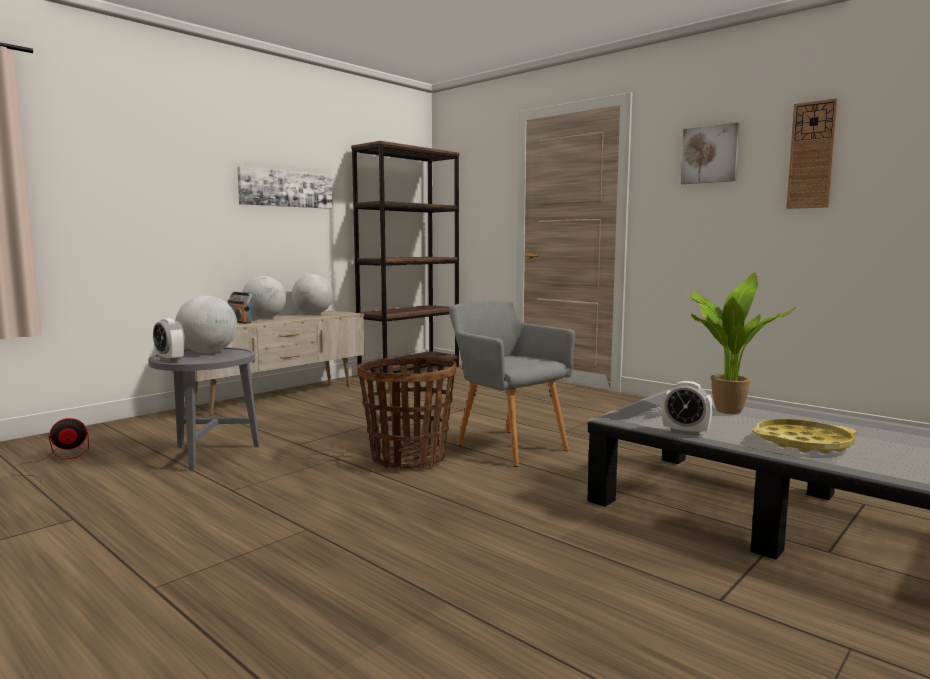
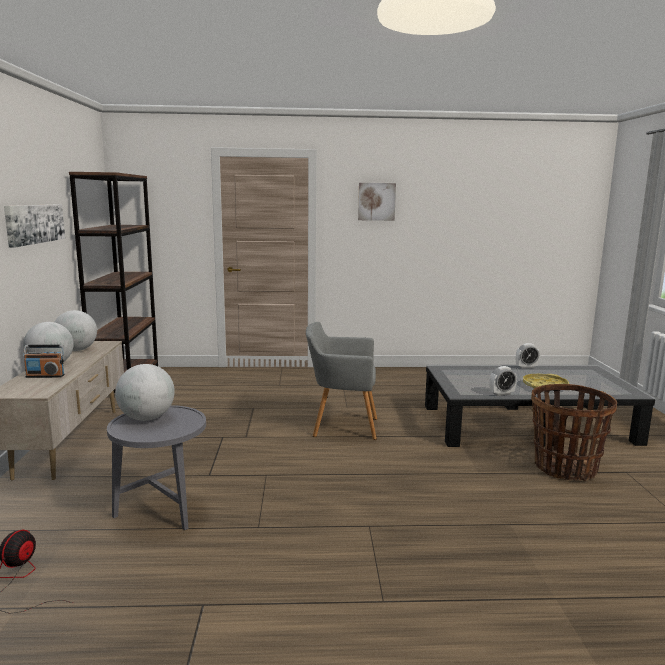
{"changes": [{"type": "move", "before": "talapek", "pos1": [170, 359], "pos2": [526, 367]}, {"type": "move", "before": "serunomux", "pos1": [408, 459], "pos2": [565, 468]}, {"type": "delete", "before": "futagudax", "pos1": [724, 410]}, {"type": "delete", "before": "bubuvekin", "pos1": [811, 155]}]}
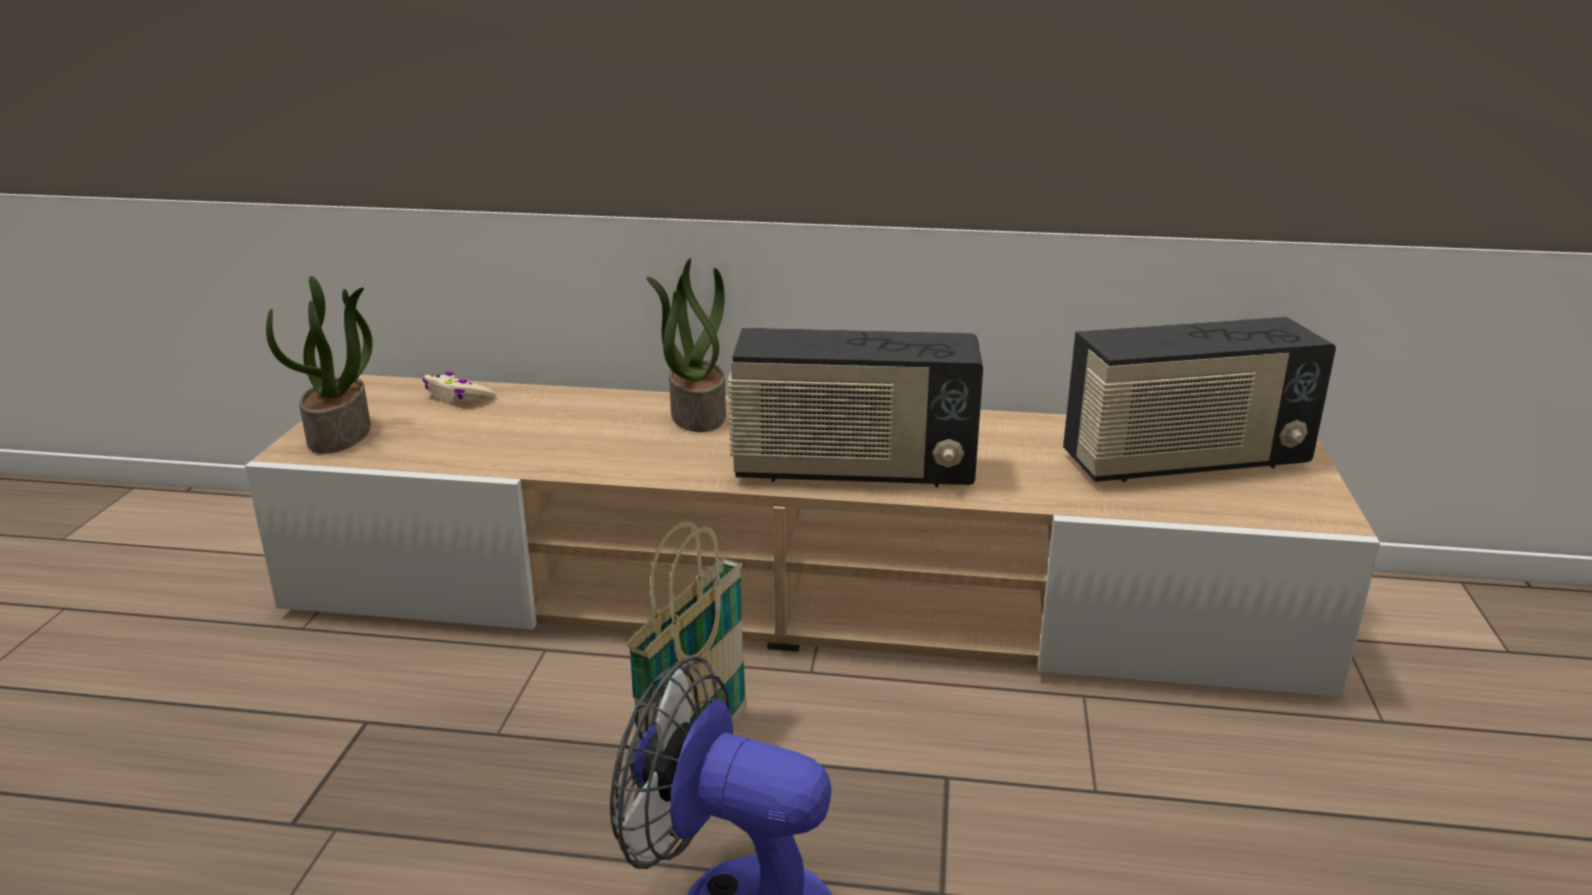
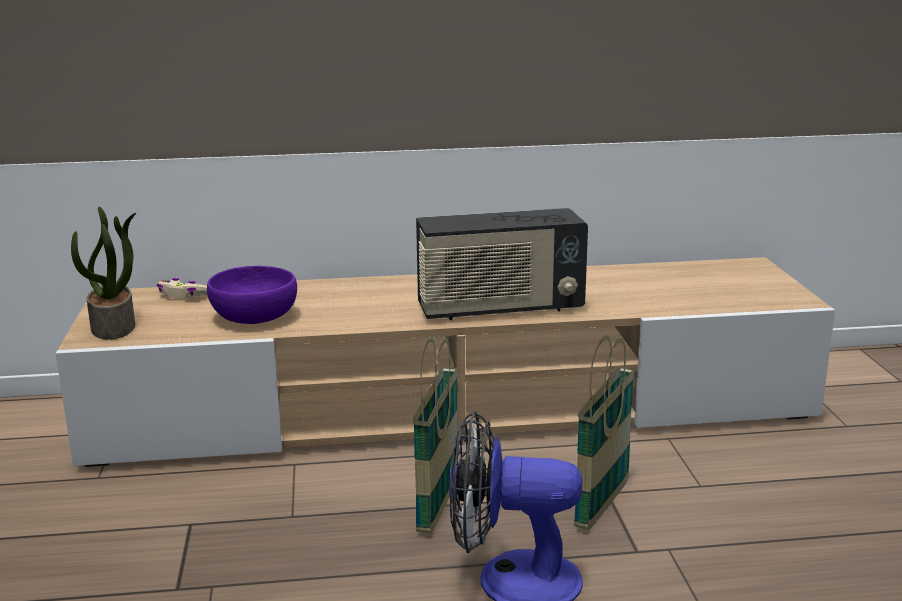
{"changes": [{"type": "insert", "after": "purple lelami", "pos2": [253, 317]}, {"type": "insert", "after": "serunomux", "pos2": [602, 504]}, {"type": "delete", "before": "futagudax", "pos1": [696, 414]}, {"type": "delete", "before": "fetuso", "pos1": [1184, 463]}]}
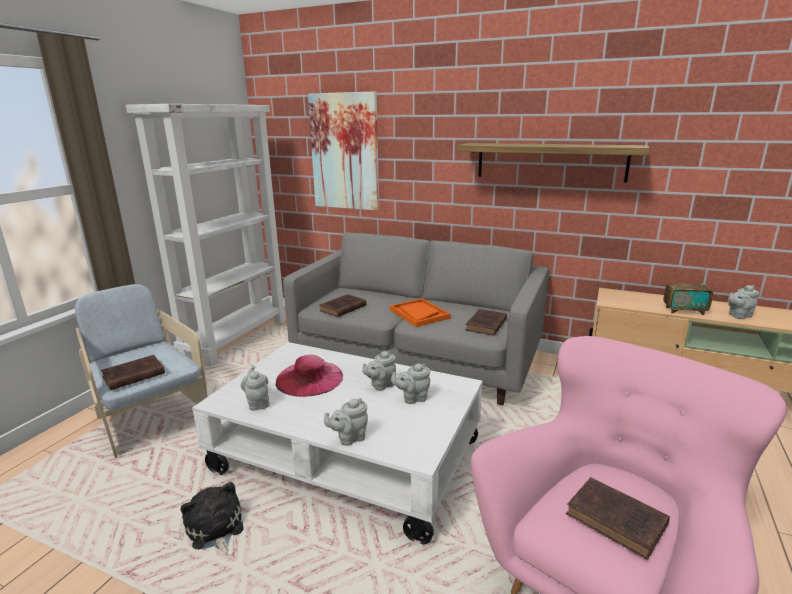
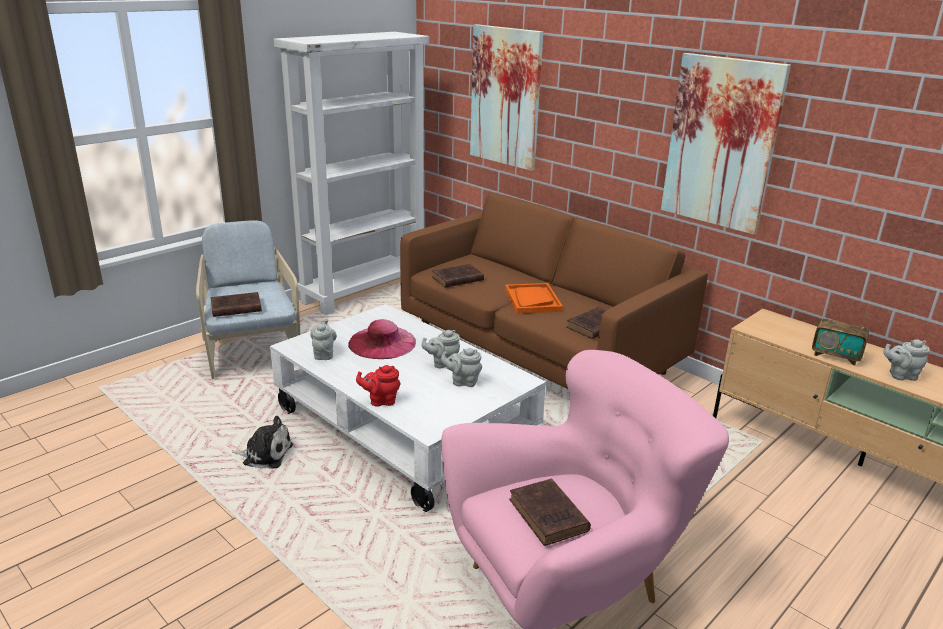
{"changes": [{"type": "rotate", "before": "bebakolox", "pos1": [215, 530], "pos2": [265, 454], "turn": 105}, {"type": "recolor", "before": "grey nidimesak", "after": "red nidimesak", "pos1": [349, 438], "pos2": [381, 401]}, {"type": "recolor", "before": "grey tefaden", "after": "brown tefaden", "pos1": [418, 359], "pos2": [539, 352]}, {"type": "replace", "before": "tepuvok", "after": "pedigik", "pos1": [550, 161], "pos2": [721, 143]}]}
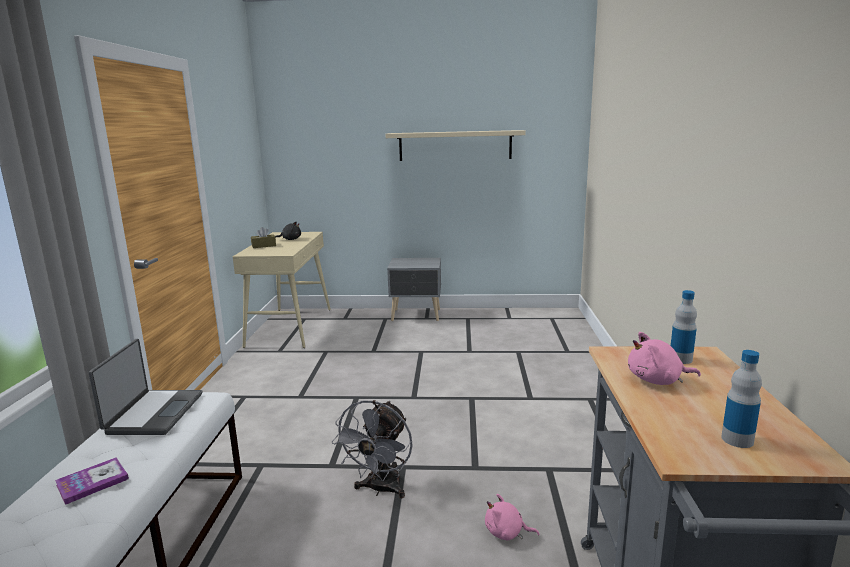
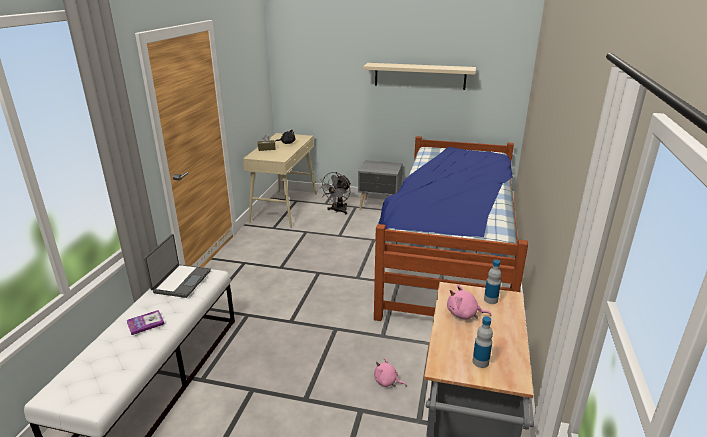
{"changes": [{"type": "move", "before": "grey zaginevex", "pos1": [380, 489], "pos2": [338, 211]}, {"type": "insert", "after": "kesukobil", "pos2": [448, 256]}]}
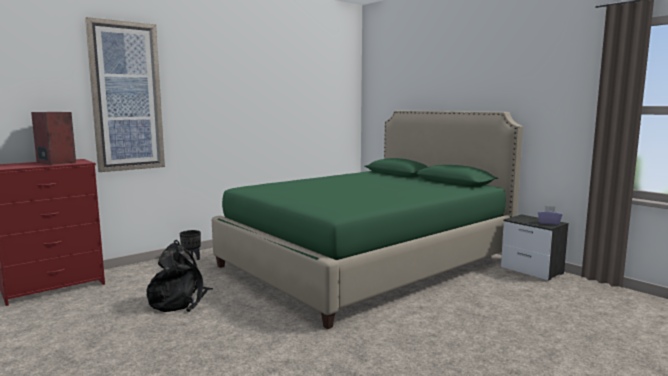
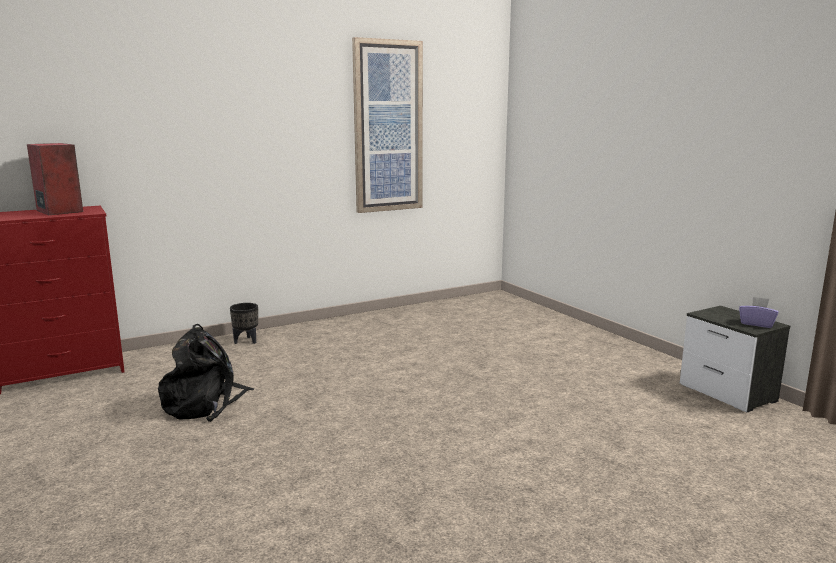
{"changes": [{"type": "move", "before": "pedigik", "pos1": [126, 97], "pos2": [388, 127]}, {"type": "delete", "before": "green kesukobil", "pos1": [367, 263]}]}
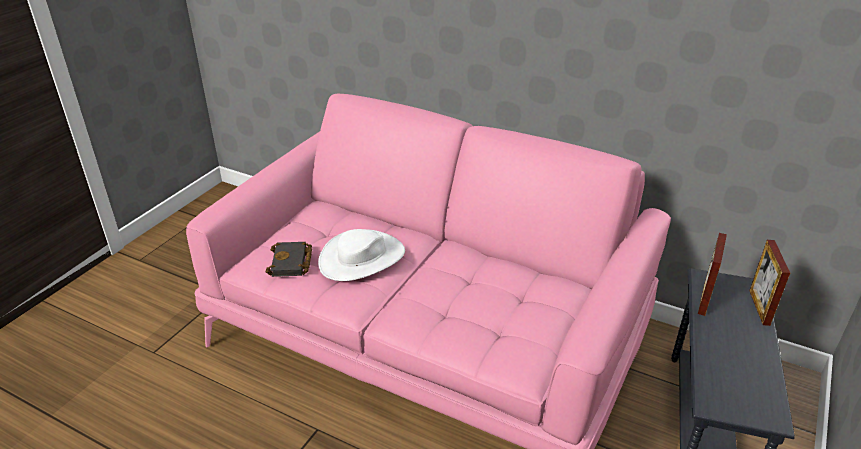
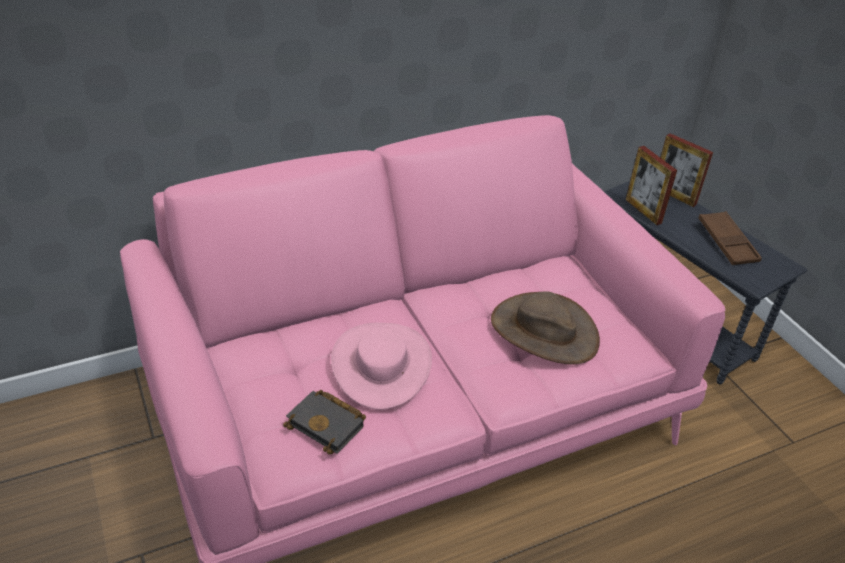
{"changes": [{"type": "recolor", "before": "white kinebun", "after": "pink kinebun", "pos1": [362, 258], "pos2": [382, 365]}, {"type": "insert", "after": "brown kinebun", "pos2": [543, 331]}, {"type": "insert", "after": "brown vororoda", "pos2": [727, 242]}]}
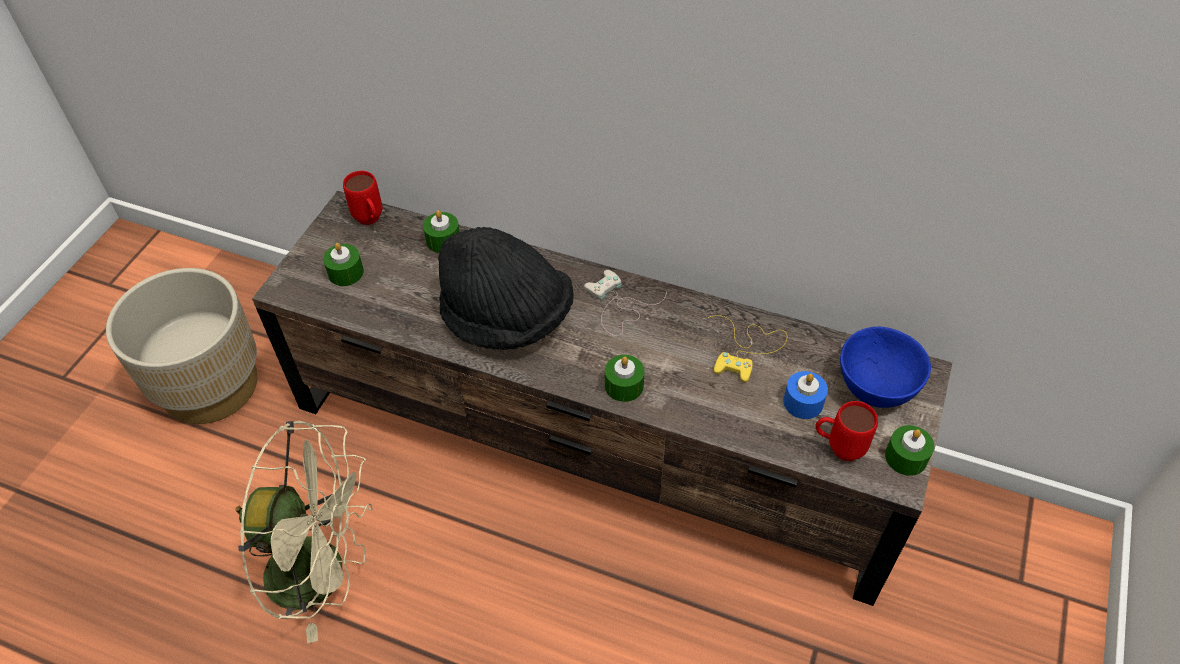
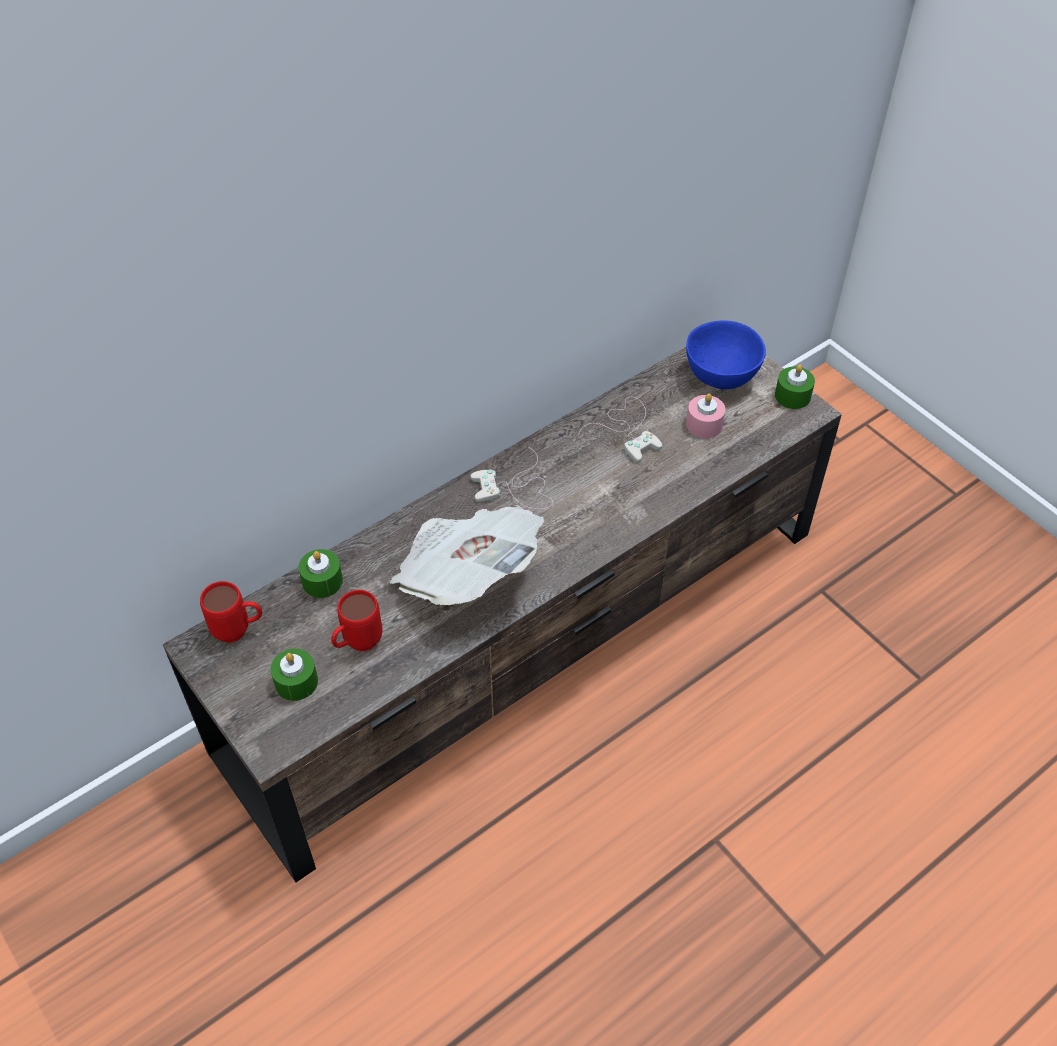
{"changes": [{"type": "move", "before": "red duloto", "pos1": [838, 448], "pos2": [357, 645]}, {"type": "replace", "before": "black kinebun", "after": "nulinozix", "pos1": [507, 318], "pos2": [466, 575]}, {"type": "recolor", "before": "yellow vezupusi", "after": "white vezupusi", "pos1": [747, 349], "pos2": [627, 429]}, {"type": "recolor", "before": "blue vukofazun", "after": "pink vukofazun", "pos1": [803, 402], "pos2": [704, 425]}, {"type": "delete", "before": "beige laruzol", "pos1": [210, 385]}, {"type": "delete", "before": "beige zaginevex", "pos1": [324, 572]}, {"type": "delete", "before": "green vukofazun", "pos1": [624, 385]}]}
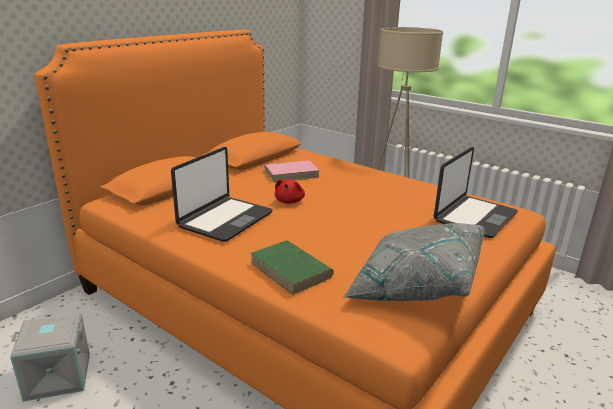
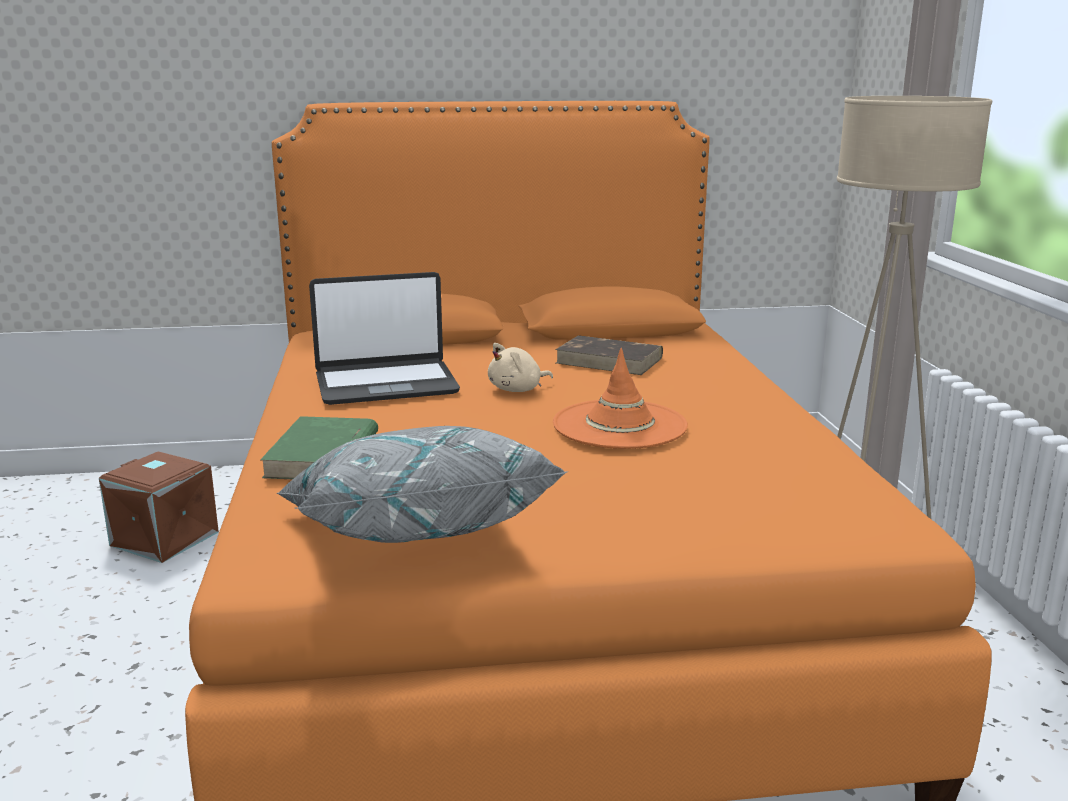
{"changes": [{"type": "recolor", "before": "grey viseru", "after": "brown viseru", "pos1": [57, 377], "pos2": [162, 539]}, {"type": "recolor", "before": "red bebakolox", "after": "beige bebakolox", "pos1": [290, 201], "pos2": [518, 390]}, {"type": "insert", "after": "orange kinebun", "pos2": [620, 425]}, {"type": "recolor", "before": "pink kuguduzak", "after": "brown kuguduzak", "pos1": [292, 174], "pos2": [610, 360]}, {"type": "delete", "before": "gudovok", "pos1": [474, 217]}]}
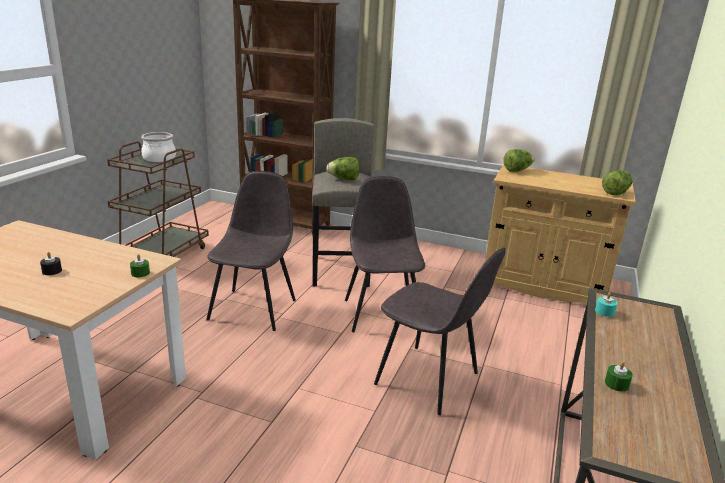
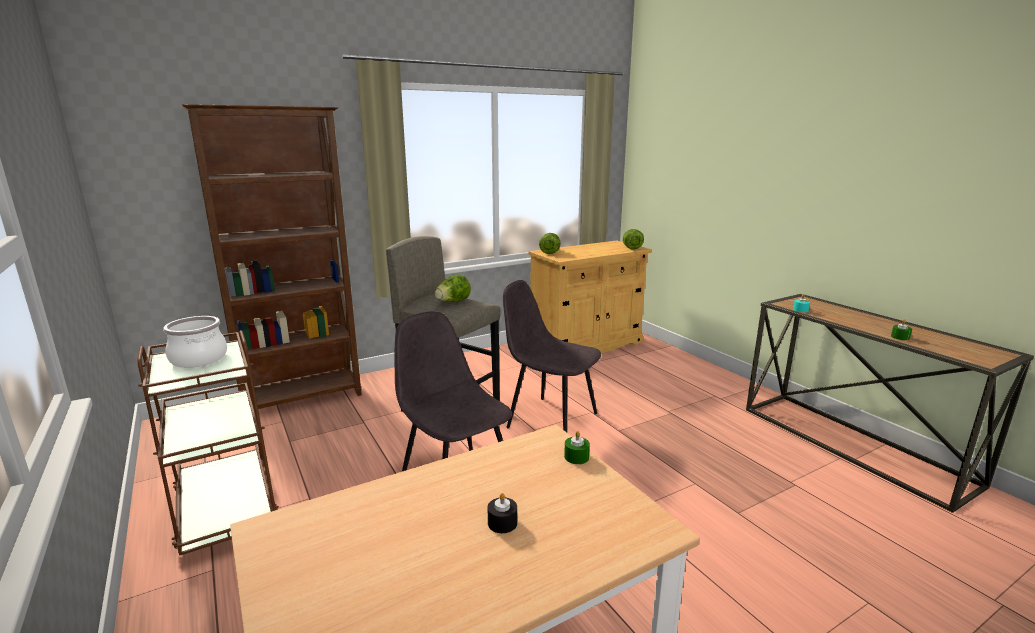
{"changes": [{"type": "delete", "before": "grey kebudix", "pos1": [429, 380]}]}
